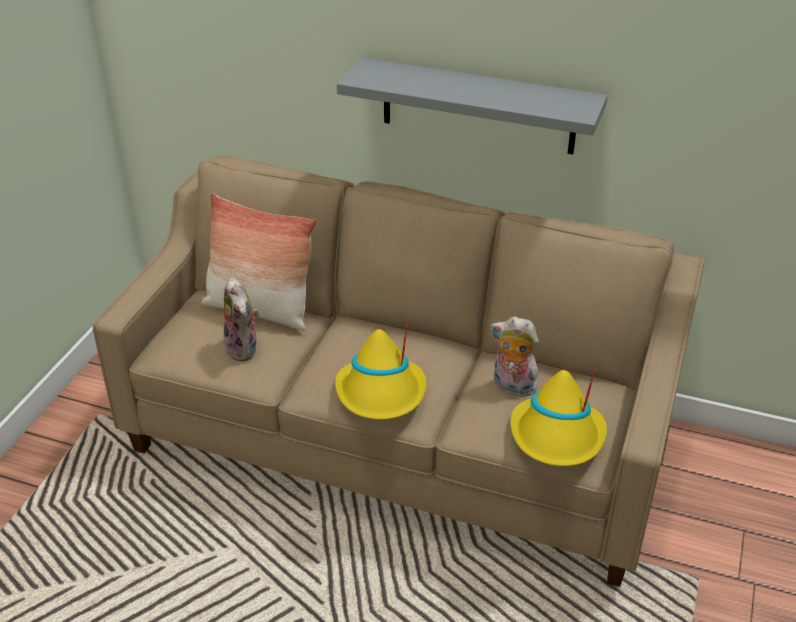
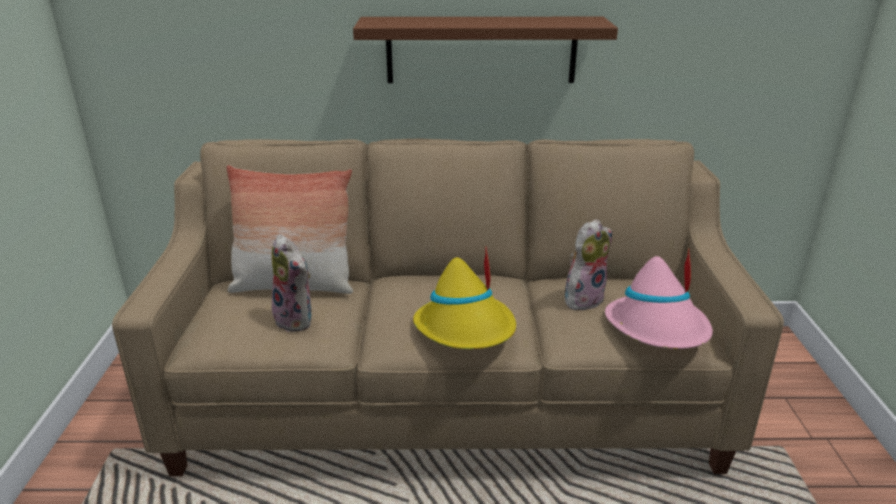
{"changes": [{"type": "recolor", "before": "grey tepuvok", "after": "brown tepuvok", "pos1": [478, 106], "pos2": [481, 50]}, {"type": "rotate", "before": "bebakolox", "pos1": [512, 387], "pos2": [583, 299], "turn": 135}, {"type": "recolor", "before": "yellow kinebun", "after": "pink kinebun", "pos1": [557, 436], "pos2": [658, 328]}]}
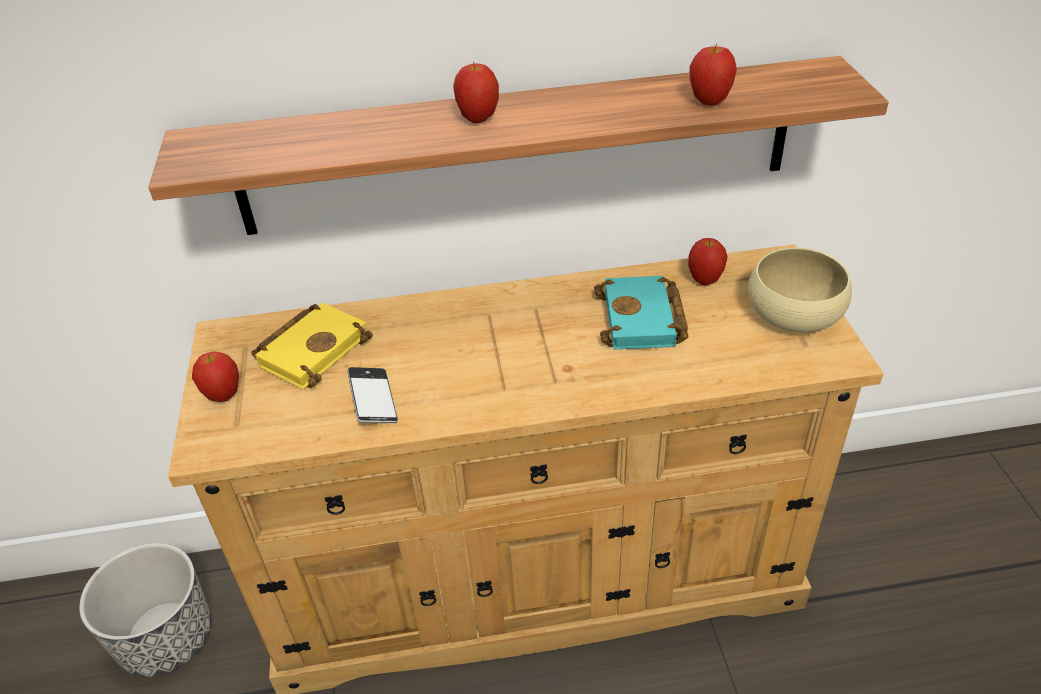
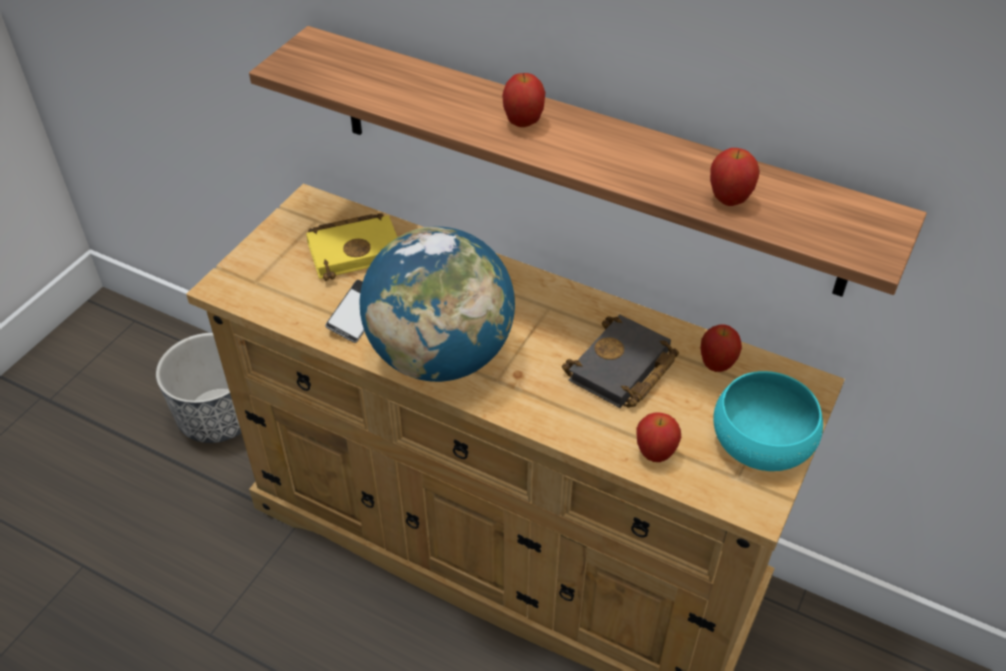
{"changes": [{"type": "insert", "after": "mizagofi", "pos2": [441, 356]}, {"type": "recolor", "before": "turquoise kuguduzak", "after": "black kuguduzak", "pos1": [643, 321], "pos2": [622, 371]}, {"type": "move", "before": "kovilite", "pos1": [223, 396], "pos2": [655, 454]}, {"type": "recolor", "before": "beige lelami", "after": "turquoise lelami", "pos1": [793, 312], "pos2": [761, 440]}]}
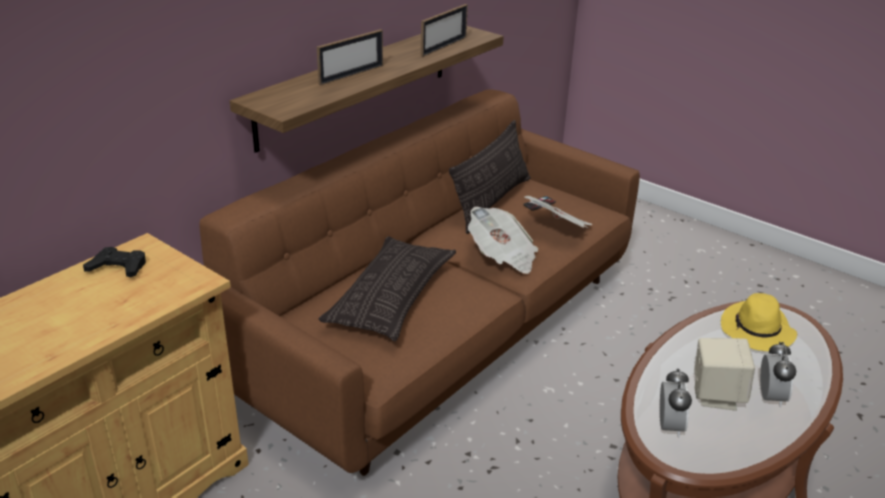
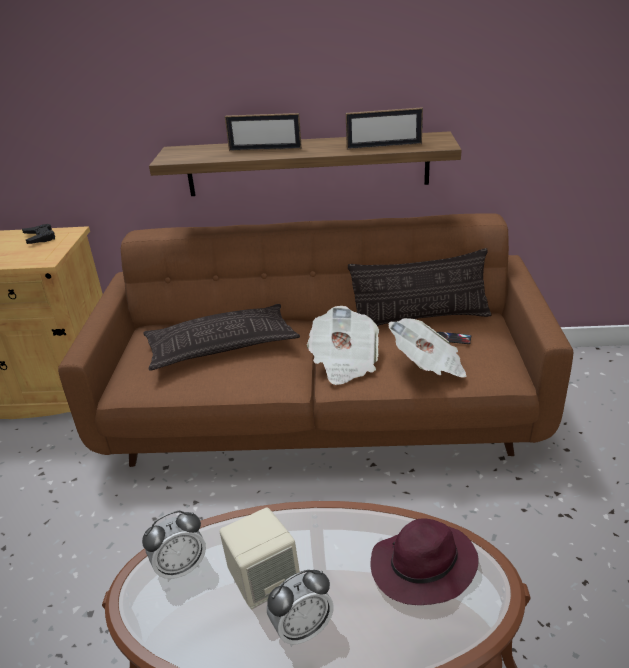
{"changes": [{"type": "recolor", "before": "yellow kinebun", "after": "purple kinebun", "pos1": [757, 331], "pos2": [422, 568]}]}
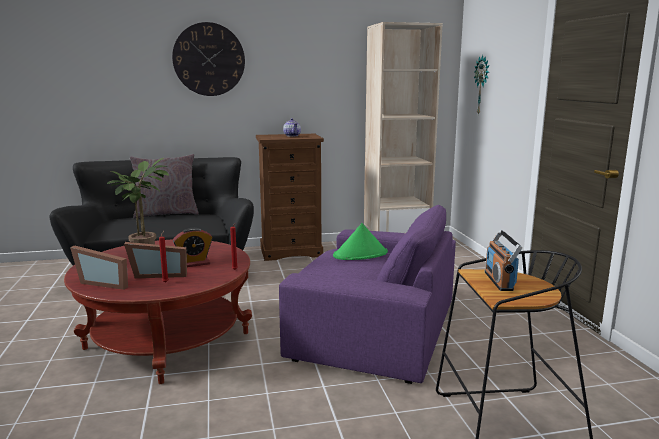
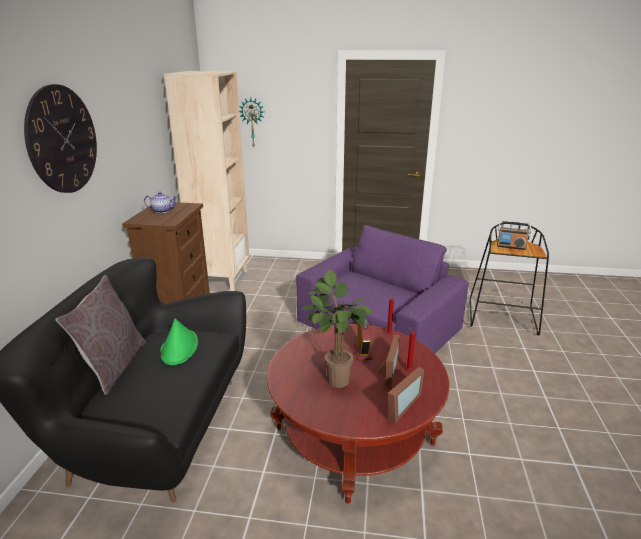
{"changes": [{"type": "move", "before": "green kinebun", "pos1": [360, 254], "pos2": [179, 348]}]}
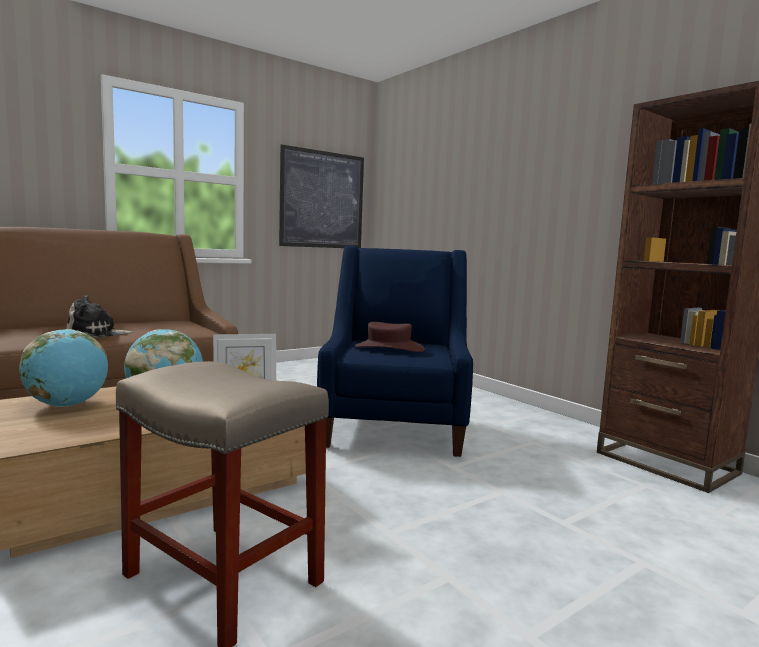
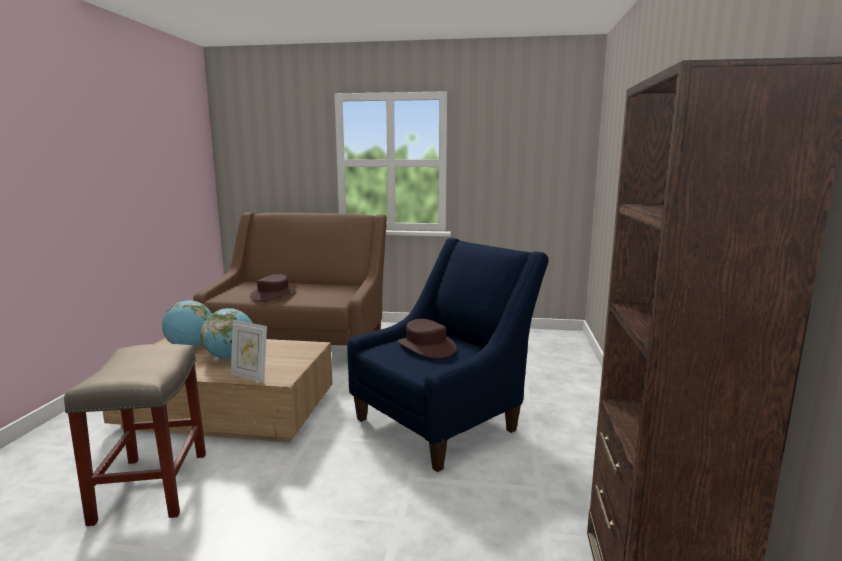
{"changes": [{"type": "replace", "before": "bebakolox", "after": "brown kinebun", "pos1": [96, 334], "pos2": [273, 295]}, {"type": "delete", "before": "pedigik", "pos1": [322, 200]}]}
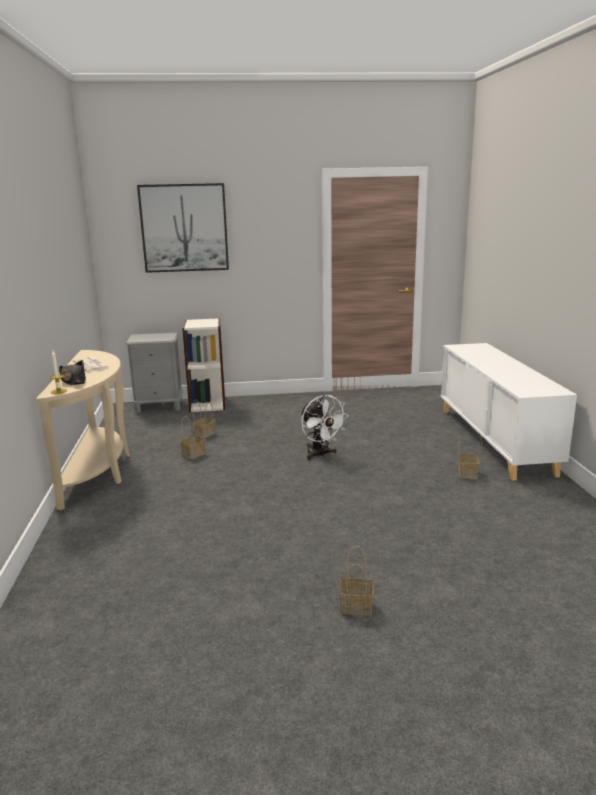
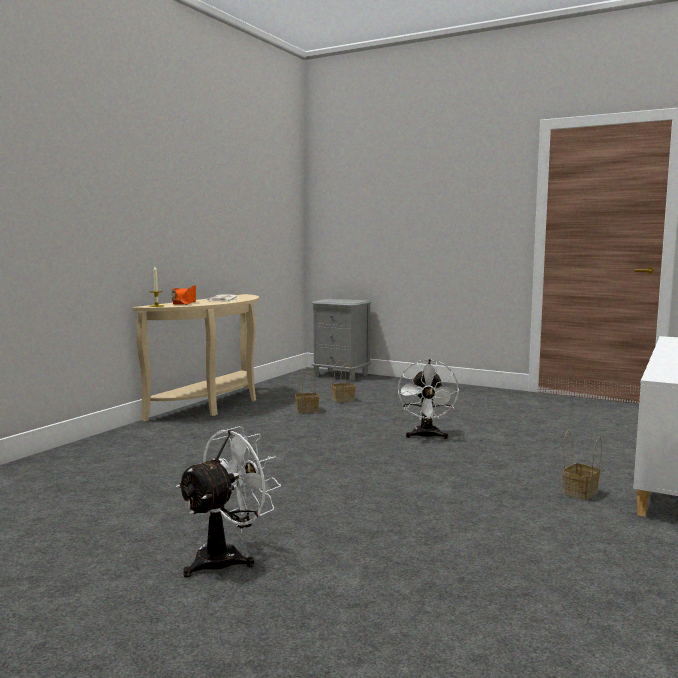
{"changes": [{"type": "recolor", "before": "black kinebun", "after": "orange kinebun", "pos1": [73, 380], "pos2": [184, 303]}, {"type": "replace", "before": "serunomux", "after": "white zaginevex", "pos1": [354, 607], "pos2": [227, 557]}, {"type": "delete", "before": "pedigik", "pos1": [184, 228]}, {"type": "delete", "before": "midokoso", "pos1": [207, 404]}]}
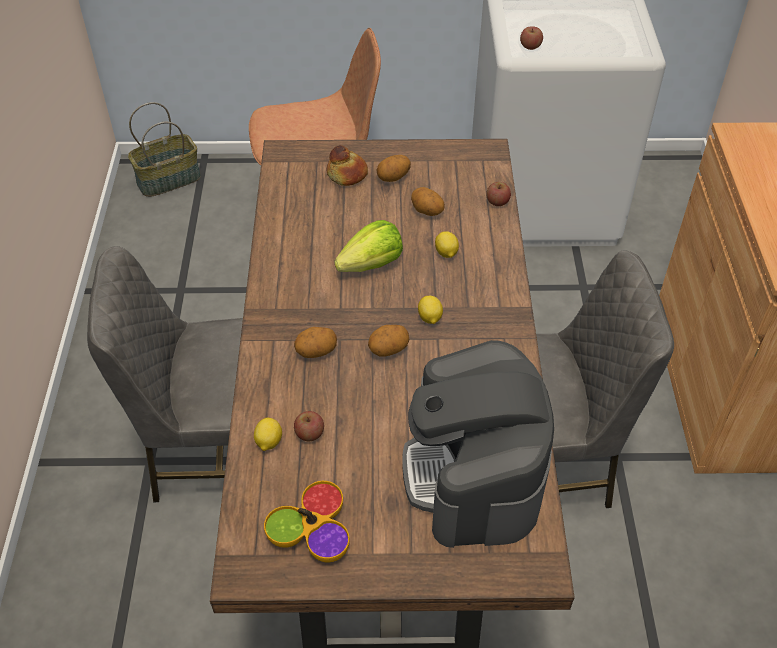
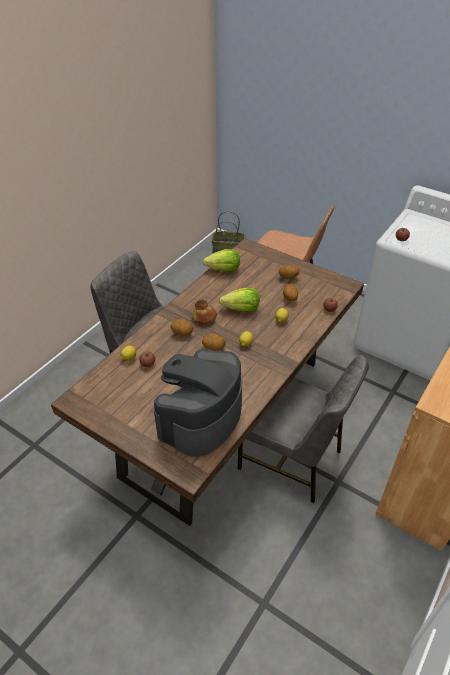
{"changes": [{"type": "move", "before": "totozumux", "pos1": [346, 175], "pos2": [204, 318]}, {"type": "insert", "after": "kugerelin", "pos2": [223, 270]}, {"type": "delete", "before": "lelami", "pos1": [313, 531]}]}
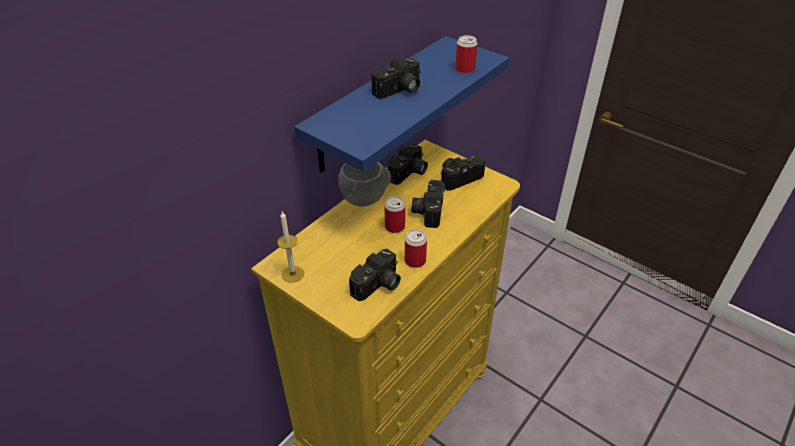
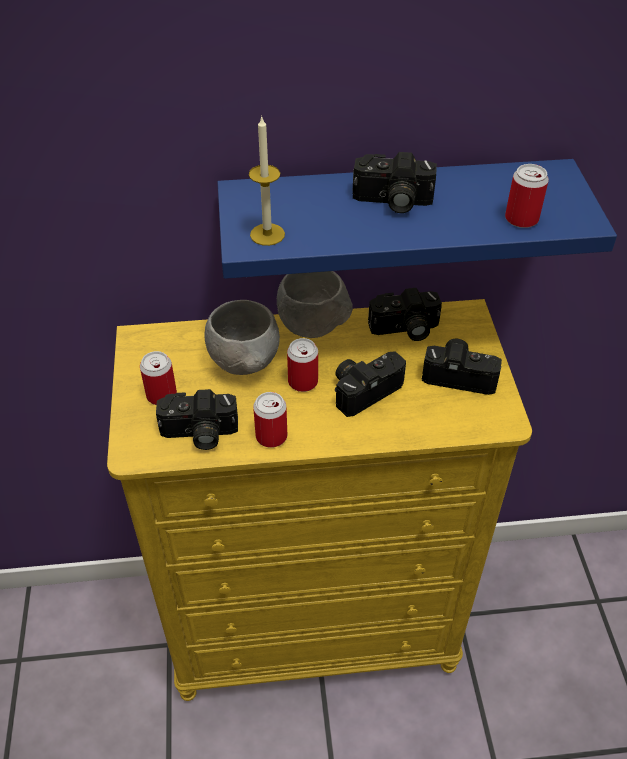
{"changes": [{"type": "insert", "after": "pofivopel", "pos2": [161, 395]}, {"type": "insert", "after": "grey lelami", "pos2": [245, 365]}, {"type": "move", "before": "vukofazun", "pos1": [292, 274], "pos2": [267, 234]}]}
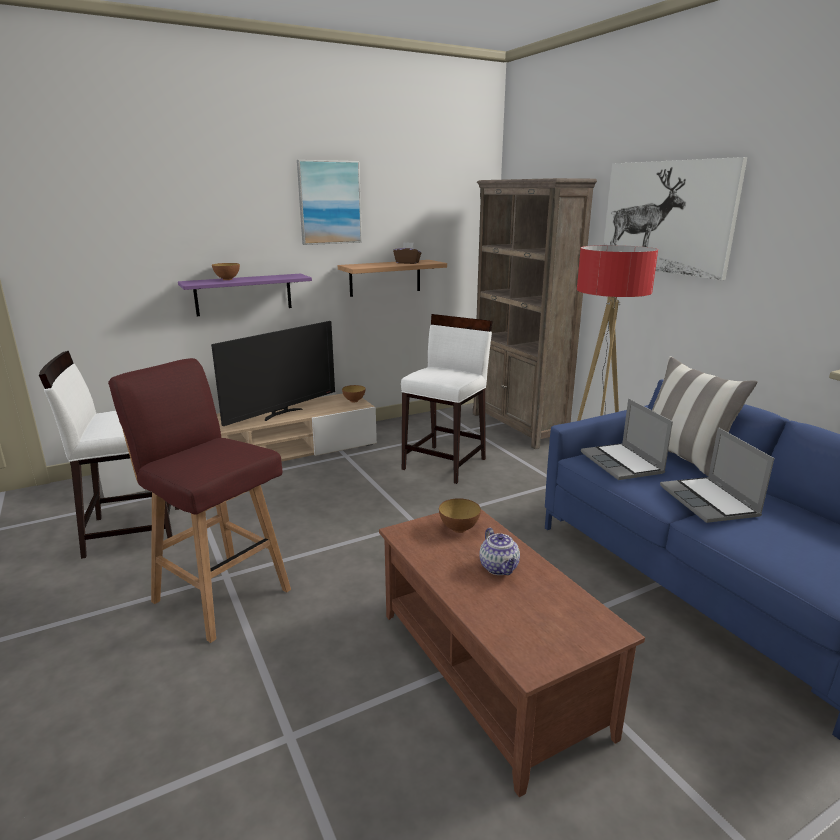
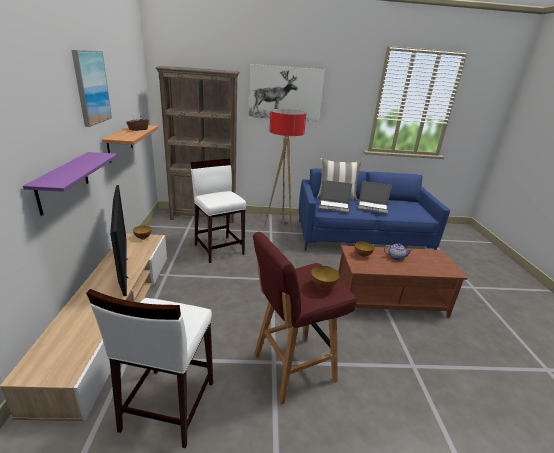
{"changes": [{"type": "move", "before": "lelami", "pos1": [227, 279], "pos2": [323, 286]}]}
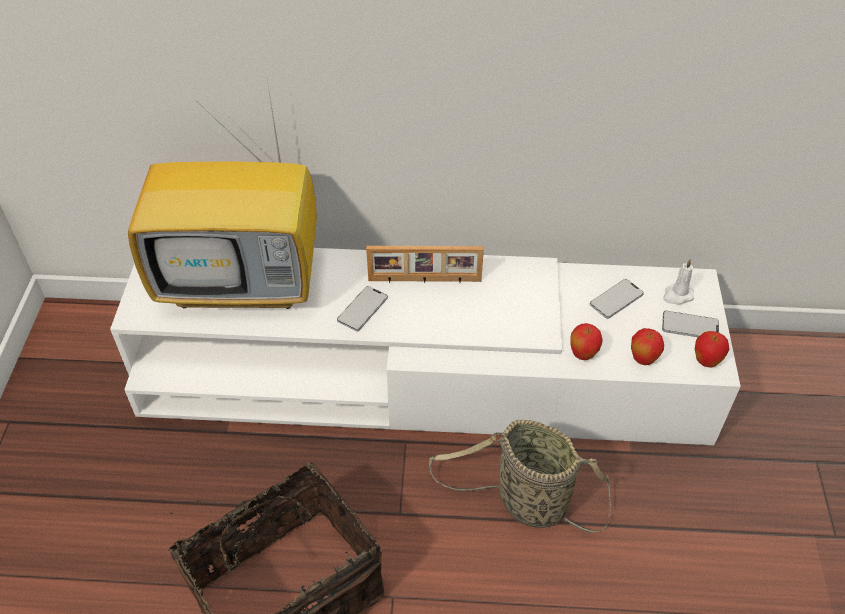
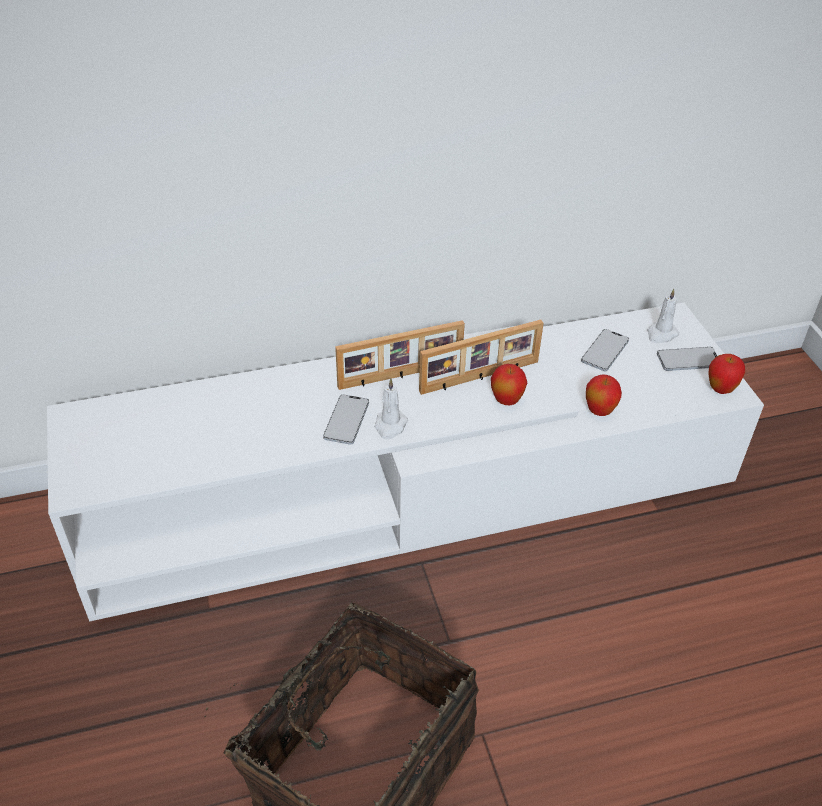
{"changes": [{"type": "insert", "after": "white vukofazun", "pos2": [390, 426]}, {"type": "insert", "after": "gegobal", "pos2": [480, 377]}, {"type": "move", "before": "kovilite", "pos1": [643, 359], "pos2": [506, 401]}, {"type": "delete", "before": "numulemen", "pos1": [244, 282]}, {"type": "delete", "before": "serunomux", "pos1": [526, 502]}]}
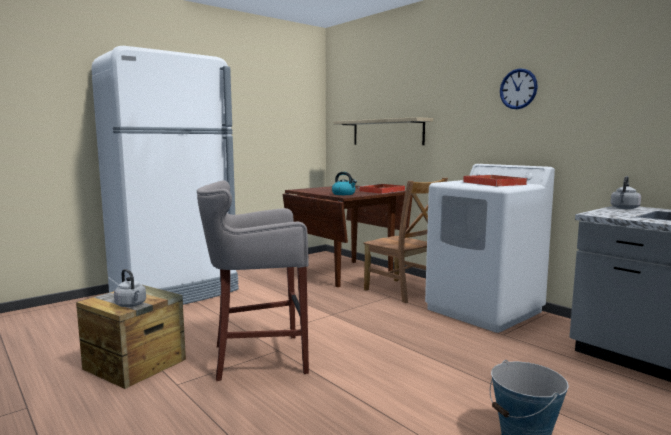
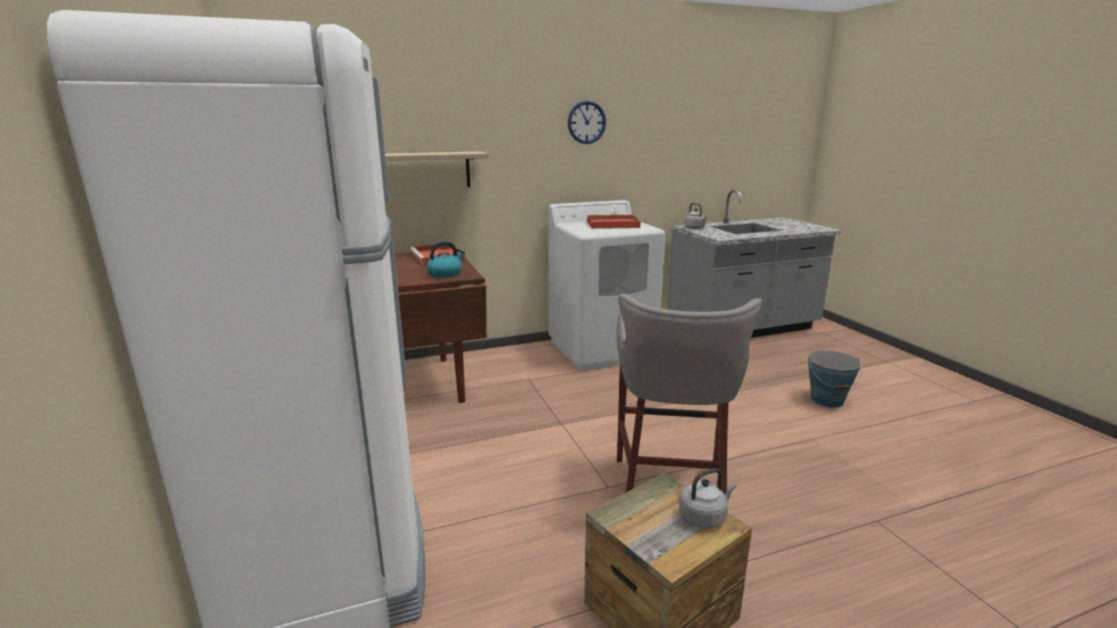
{"changes": [{"type": "delete", "before": "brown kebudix", "pos1": [402, 291]}]}
